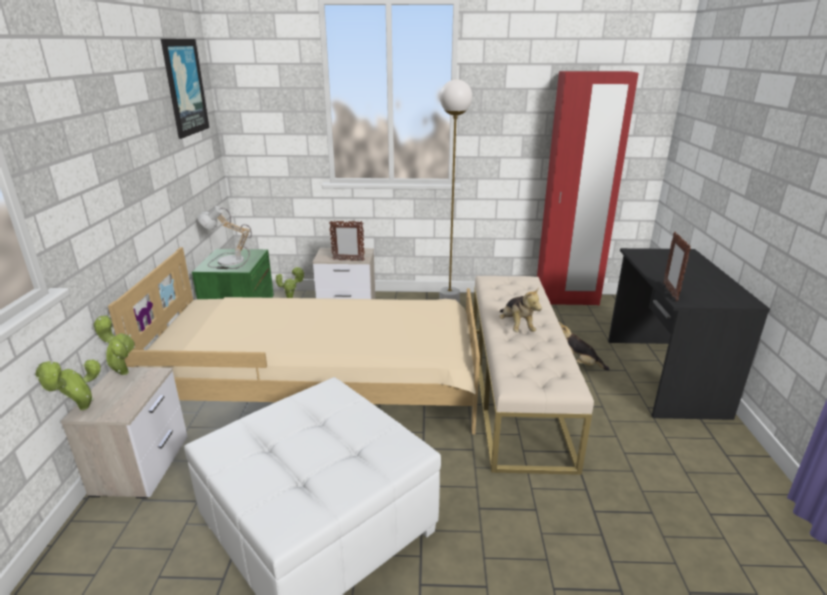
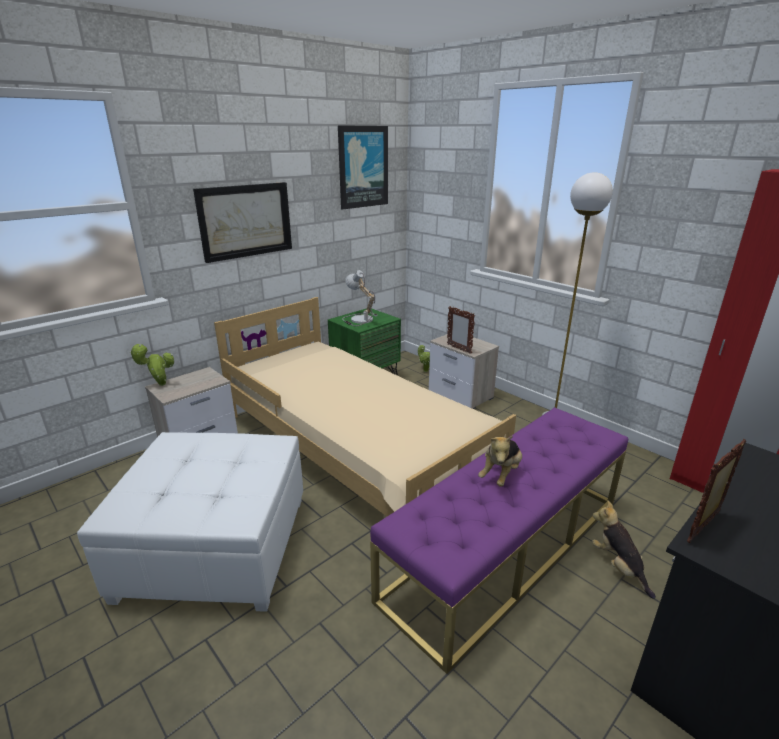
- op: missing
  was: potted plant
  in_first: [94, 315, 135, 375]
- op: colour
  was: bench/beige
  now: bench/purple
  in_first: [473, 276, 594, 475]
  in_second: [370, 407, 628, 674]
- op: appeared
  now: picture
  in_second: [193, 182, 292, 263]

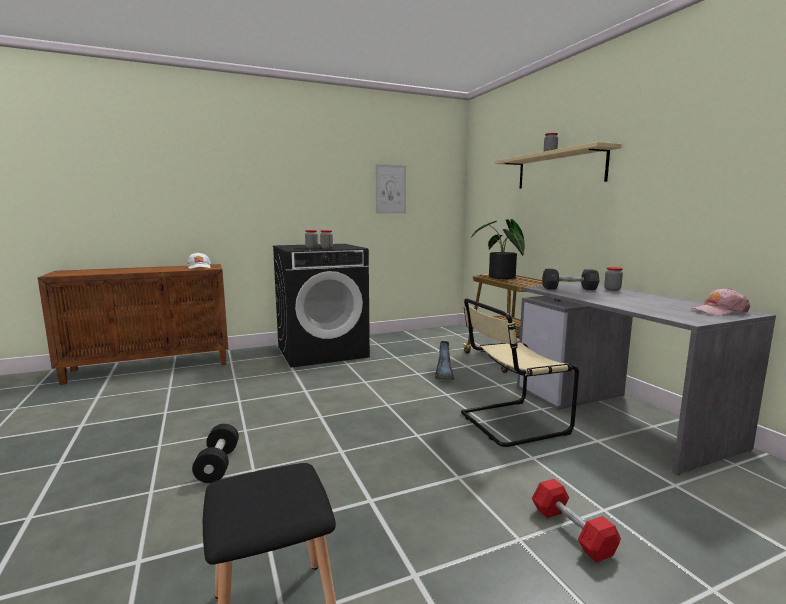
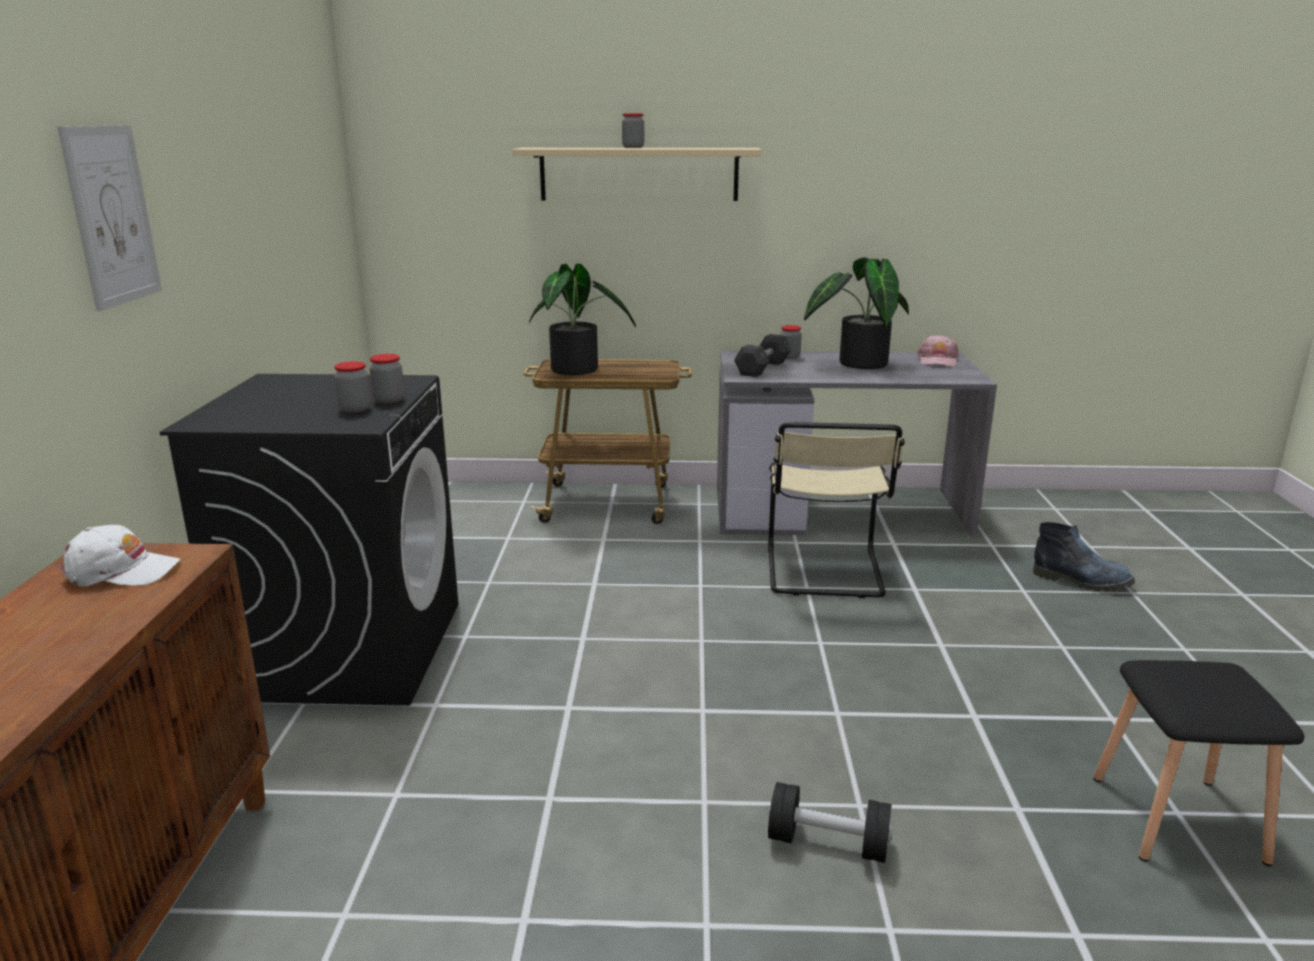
- op: relocated
  was: picture
  in_first: [376, 164, 406, 214]
  in_second: [57, 125, 162, 311]
- op: relocated
  was: boot
  in_first: [435, 341, 454, 380]
  in_second: [1033, 522, 1135, 591]
- op: missing
  was: dumbbell/red
  in_first: [532, 479, 621, 562]
- op: appeared
  now: potted plant
  in_second: [804, 257, 909, 369]

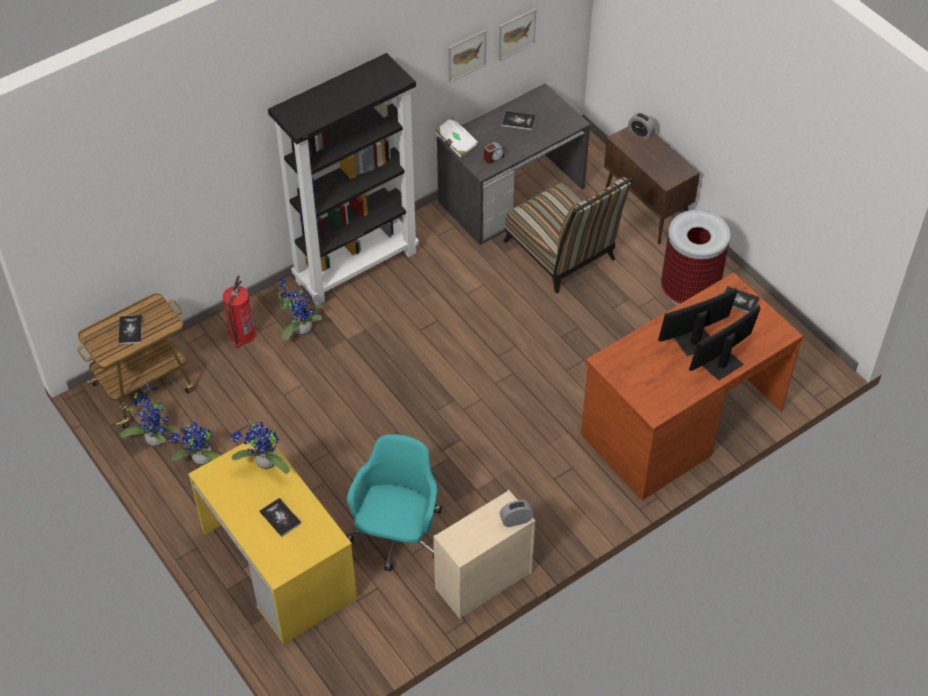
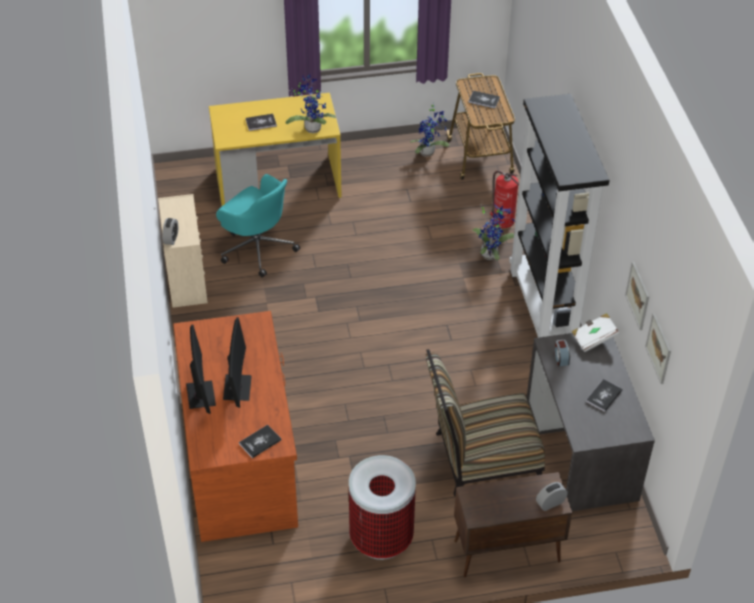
- op: missing
  was: potted plant
  in_first: [168, 422, 220, 465]

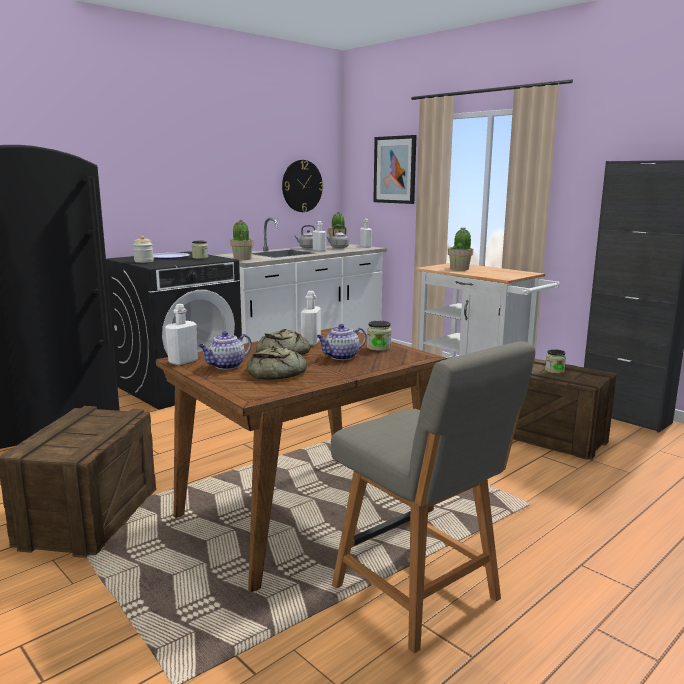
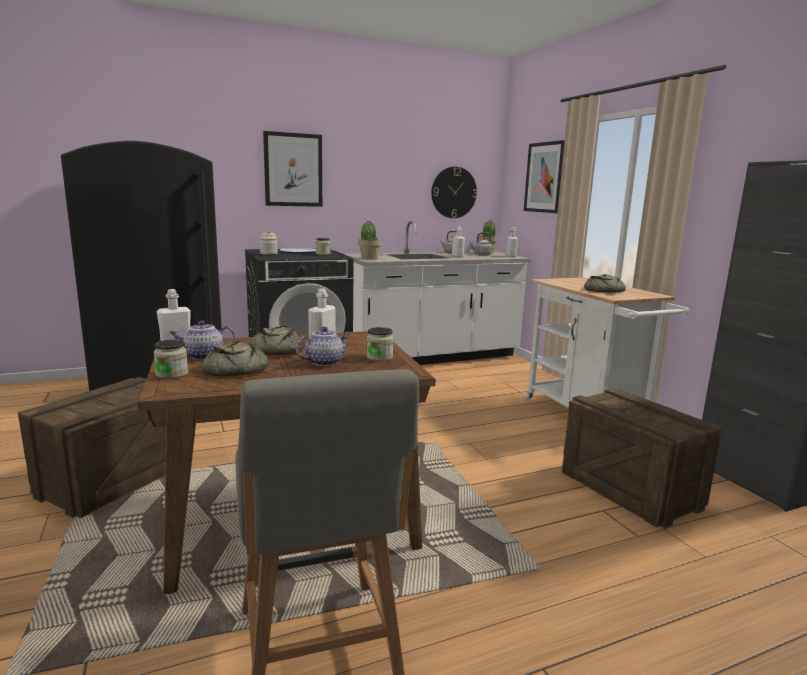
- op: spun
  was: teapot
  in_first: [316, 324, 367, 360]
  in_second: [296, 326, 351, 366]
  clockwise: 150
- op: missing
  was: potted plant
  in_first: [448, 227, 473, 270]
- op: relocated
  was: jar
  in_first: [545, 349, 566, 374]
  in_second: [153, 340, 188, 379]
- op: appeared
  now: picture
  in_second: [263, 131, 322, 207]
- op: appeared
  now: bread
  in_second: [584, 274, 626, 293]

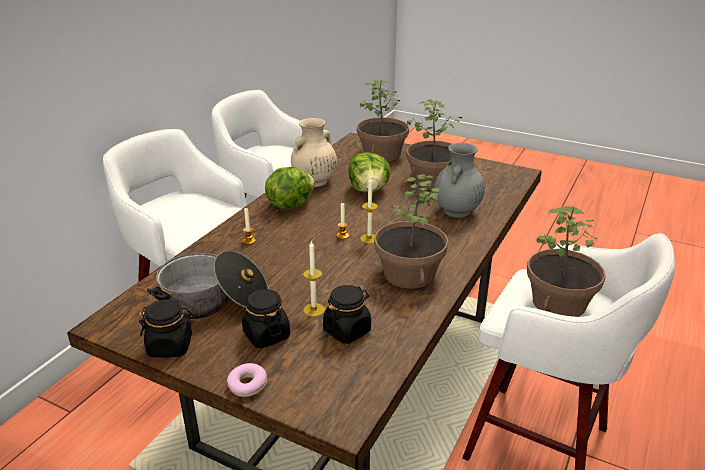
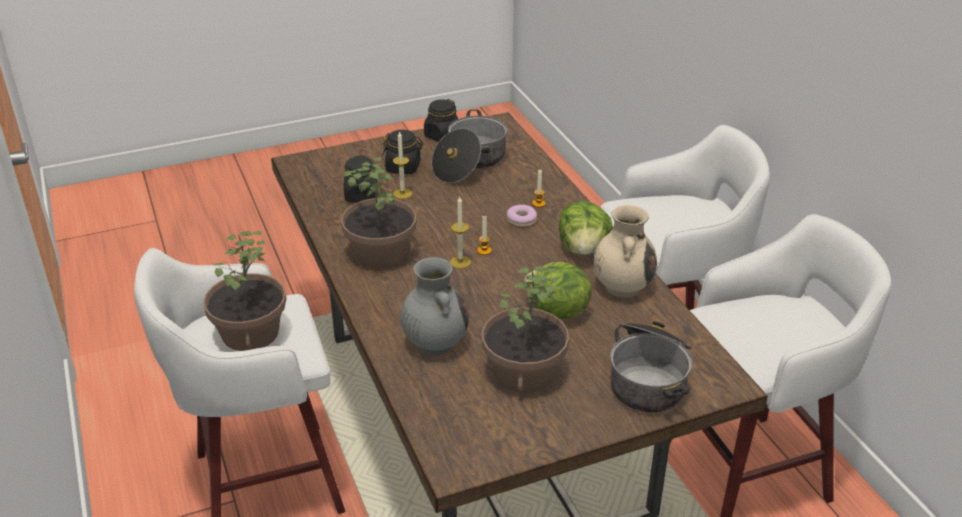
- op: relocated
  was: donut
  in_first: [227, 363, 267, 397]
  in_second: [507, 205, 537, 227]
- op: exchanged
  was: potted plant
  now: cooking pot
  in_first: [357, 79, 409, 162]
  in_second: [610, 321, 692, 412]

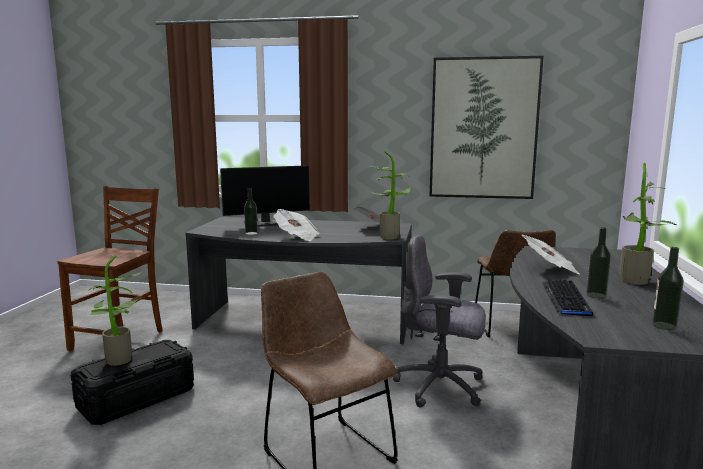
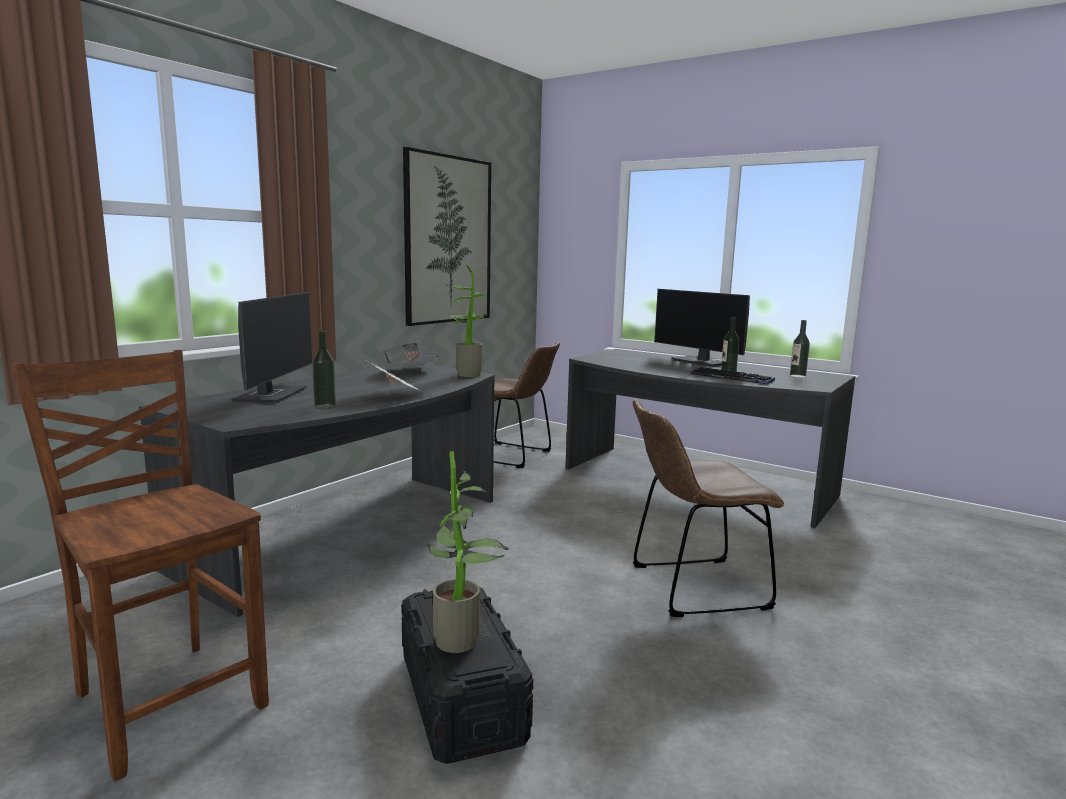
- op: missing
  was: office chair/grey
  in_first: [393, 235, 486, 408]
- op: missing
  was: newspaper
  in_first: [521, 234, 581, 275]
- op: exchanged
  was: potted plant
  now: monitor
  in_first: [619, 163, 677, 285]
  in_second: [654, 289, 750, 367]

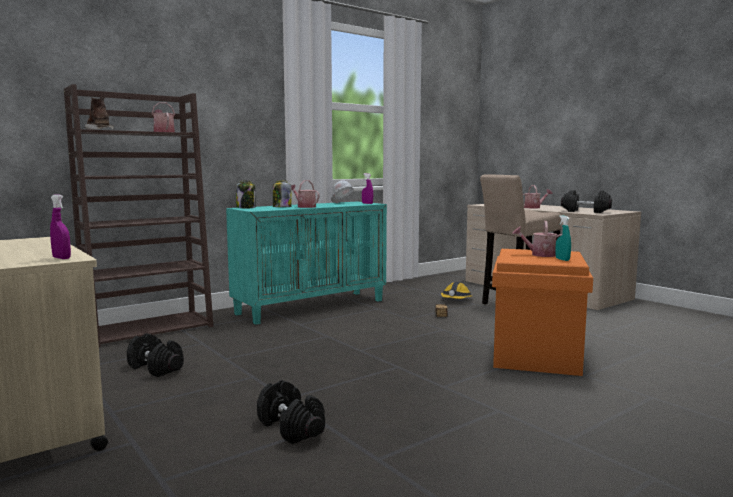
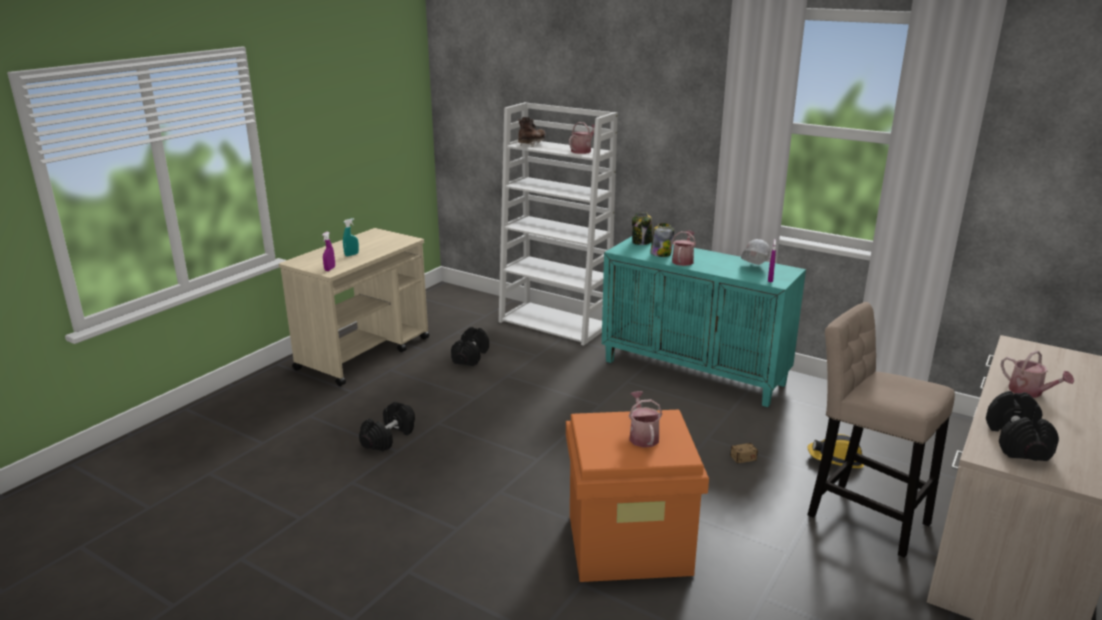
- op: colour
  was: bookcase/brown
  now: bookcase/white
  in_first: [64, 84, 214, 347]
  in_second: [498, 102, 618, 346]
- op: relocated
  was: spray bottle/turquoise
  in_first: [555, 215, 571, 261]
  in_second: [343, 218, 359, 257]

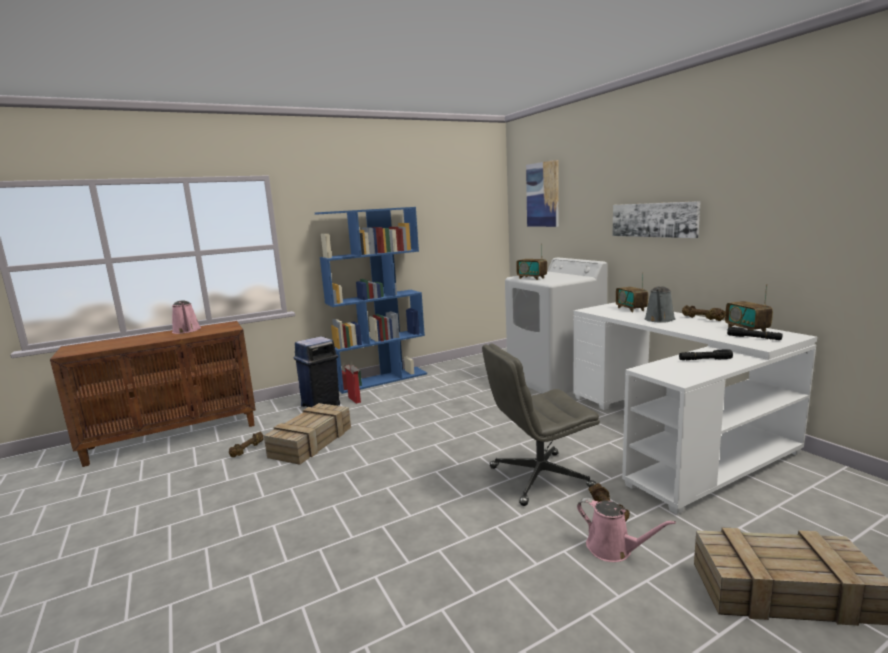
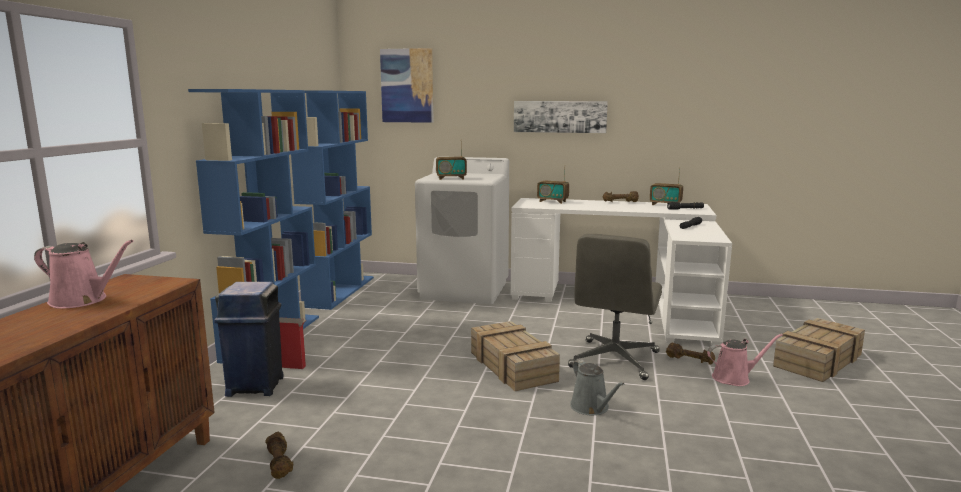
- op: relocated
  was: crate
  in_first: [264, 403, 351, 465]
  in_second: [471, 321, 560, 391]
- op: relocated
  was: watering can/grey
  in_first: [644, 286, 676, 323]
  in_second: [570, 360, 624, 415]
- op: appeared
  now: bookcase/blue
  in_second: [291, 90, 374, 310]

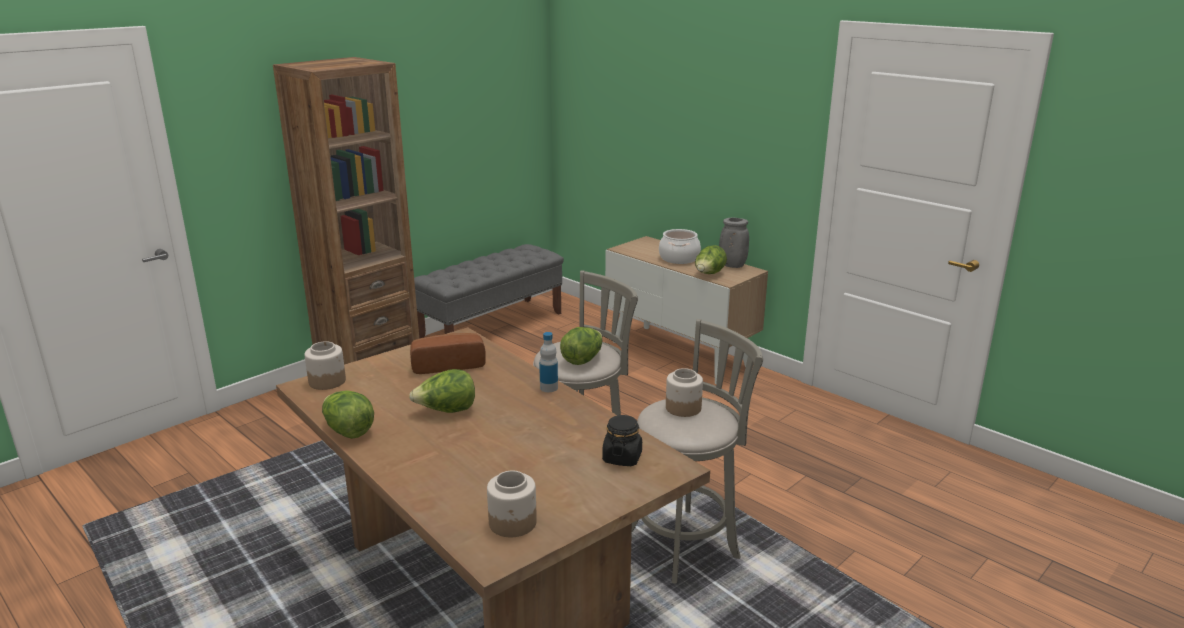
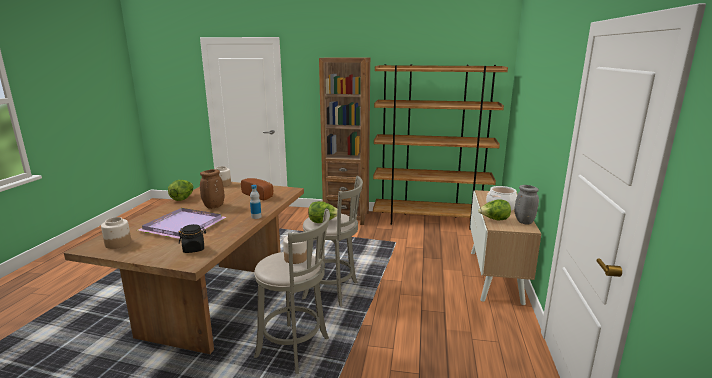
- op: exchanged
  was: lettuce
  now: vase/brown
  in_first: [409, 369, 475, 413]
  in_second: [200, 169, 224, 209]
- op: exchanged
  was: bench/grey
  now: bookcase/brown
  in_first: [414, 244, 564, 339]
  in_second: [373, 64, 508, 230]
- op: appeared
  now: tray/purple
  in_second: [137, 208, 227, 239]

